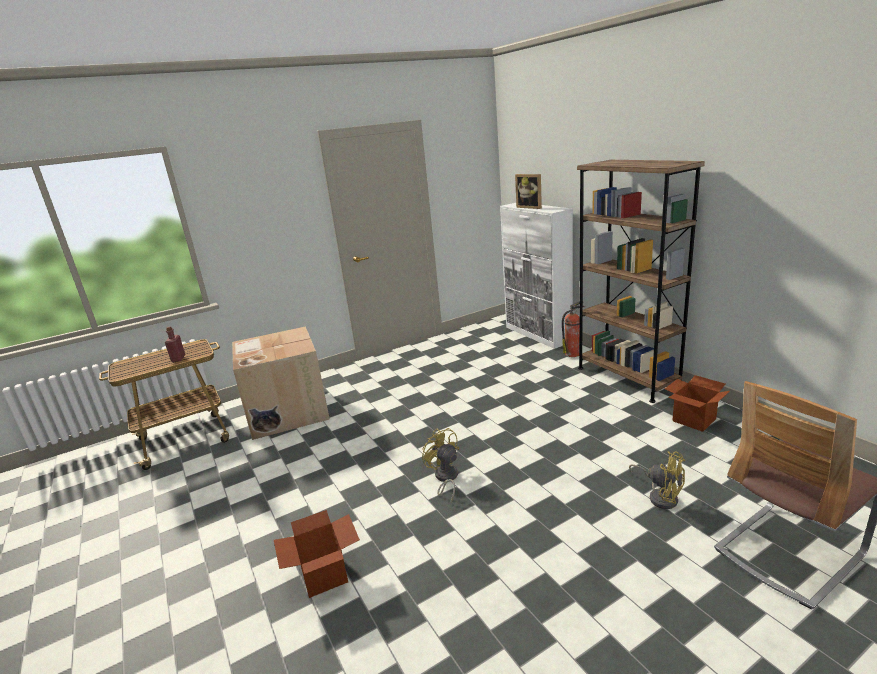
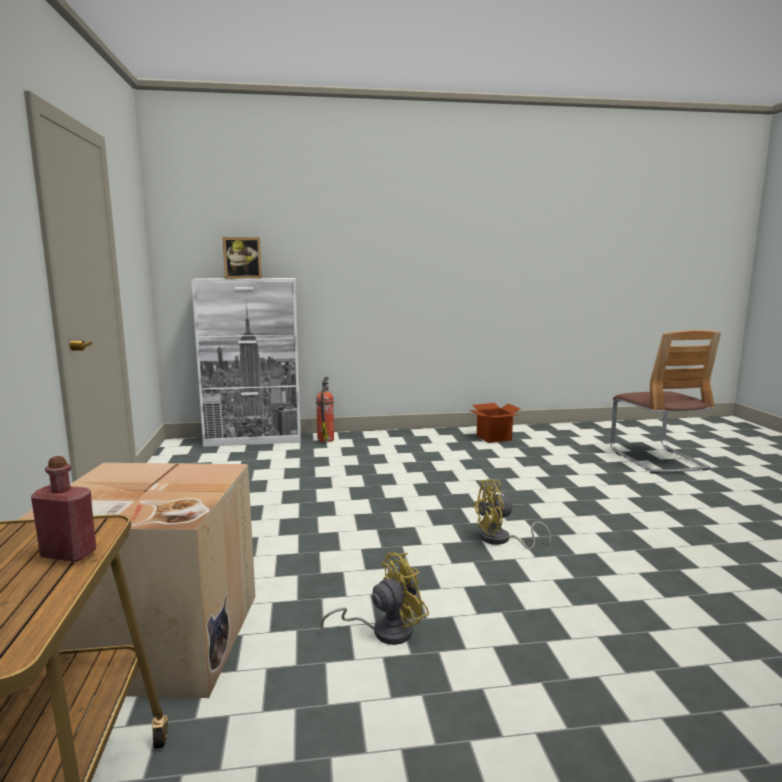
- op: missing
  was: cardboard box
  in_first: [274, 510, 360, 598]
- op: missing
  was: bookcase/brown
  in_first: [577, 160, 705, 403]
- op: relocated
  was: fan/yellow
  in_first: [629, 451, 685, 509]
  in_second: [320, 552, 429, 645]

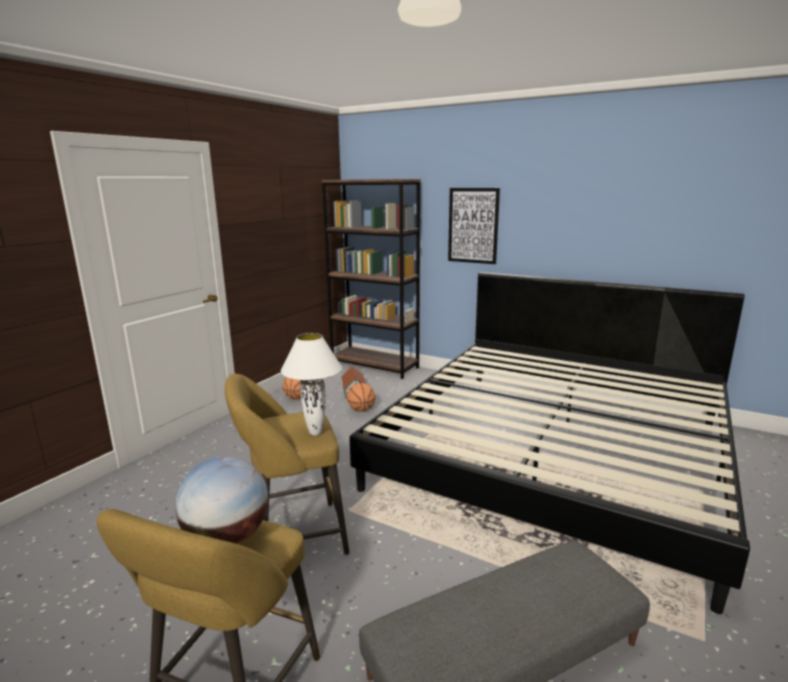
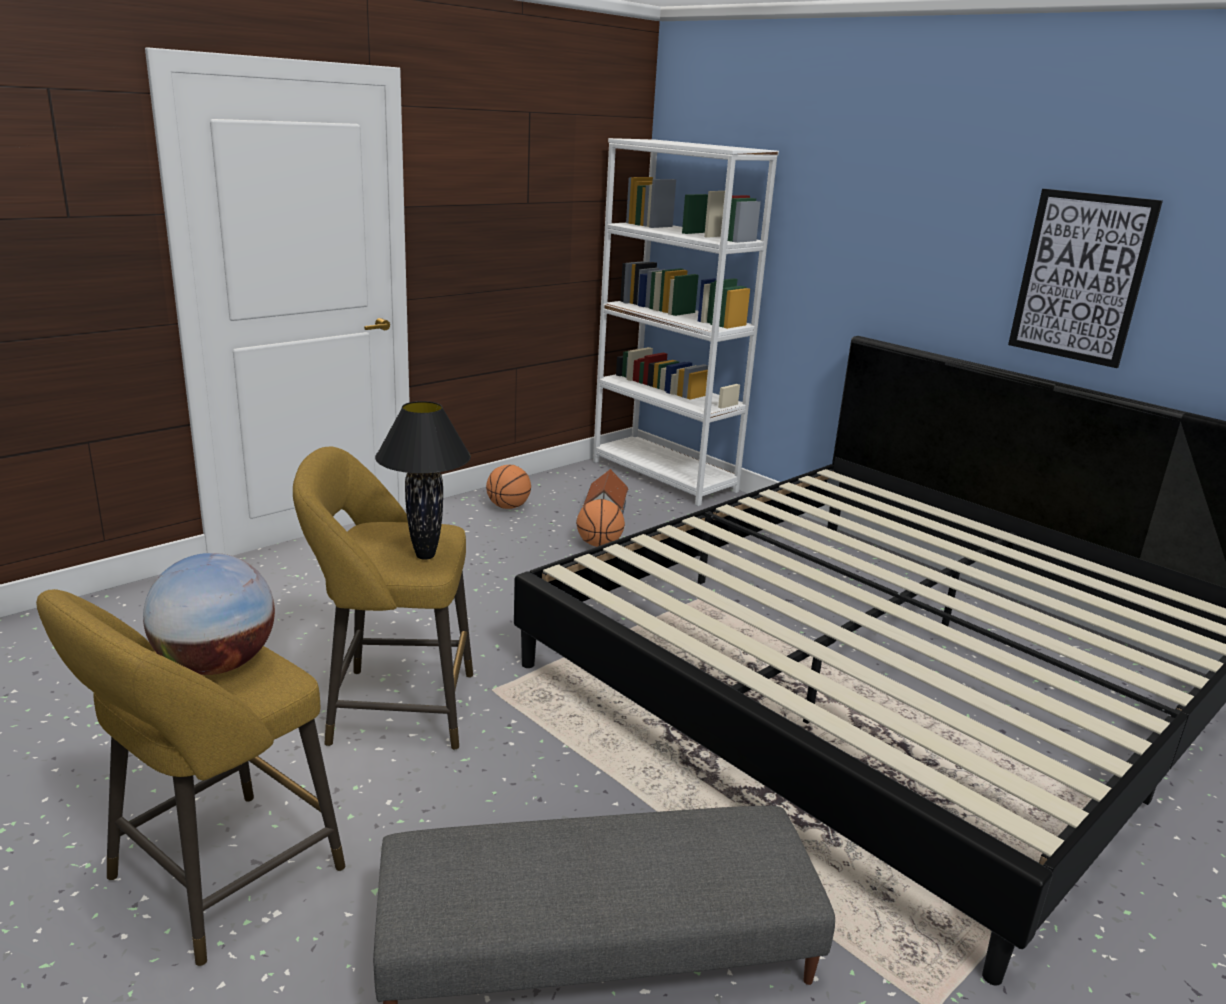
- op: colour
  was: table lamp/white
  now: table lamp/black
  in_first: [281, 333, 342, 435]
  in_second: [375, 401, 471, 560]
- op: colour
  was: bookcase/brown
  now: bookcase/white
  in_first: [321, 179, 421, 379]
  in_second: [593, 138, 779, 506]
- op: relocated
  was: picture
  in_first: [448, 188, 500, 264]
  in_second: [1008, 189, 1163, 368]

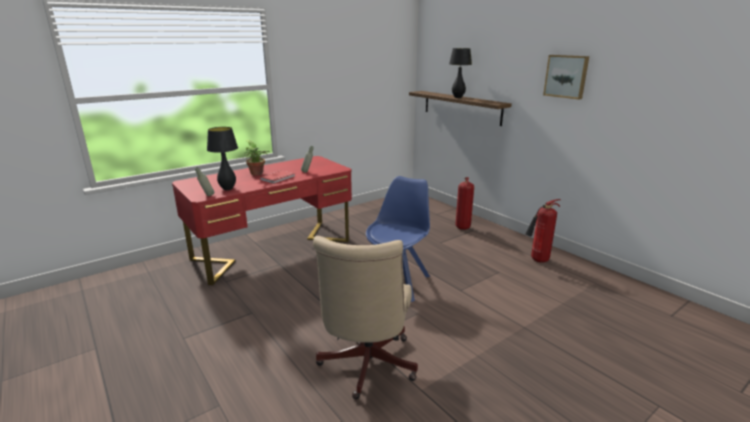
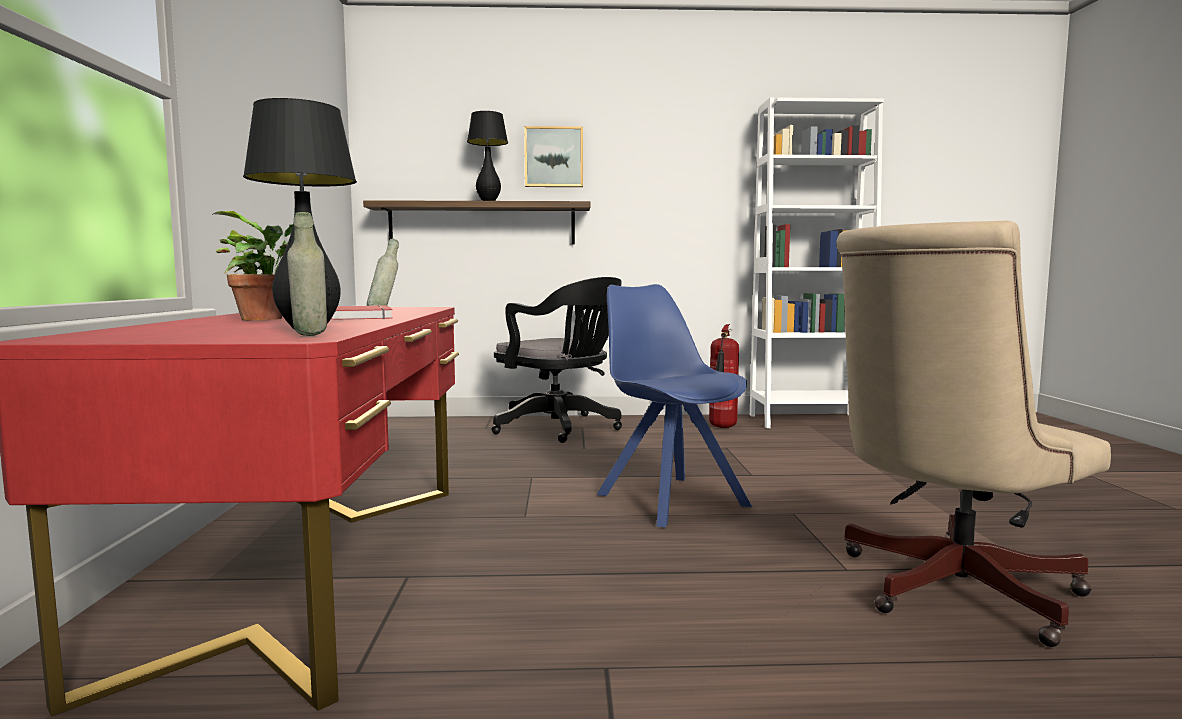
- op: spun
  was: office chair/beige
  in_first: [313, 236, 418, 399]
  in_second: [836, 221, 1111, 647]
  clockwise: 105
- op: exchanged
  was: fire extinguisher
  now: office chair/black
  in_first: [456, 177, 474, 230]
  in_second: [491, 277, 622, 443]
- op: relocated
  was: picture
  in_first: [543, 55, 589, 100]
  in_second: [524, 126, 583, 187]
- op: appeared
  now: bookcase/white
  in_second: [750, 97, 884, 428]

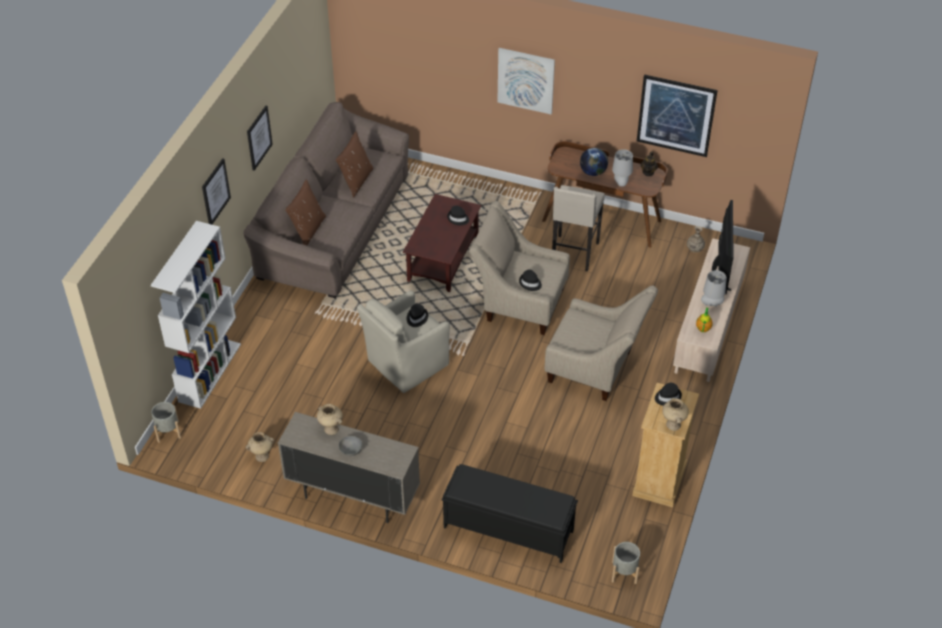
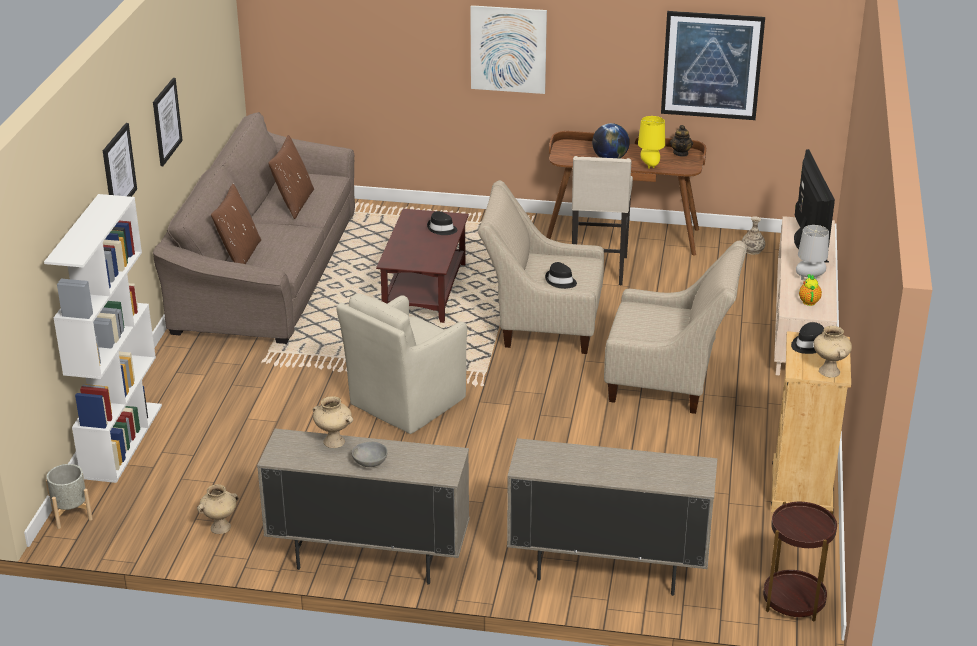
- op: missing
  was: hat/black
  in_first: [407, 304, 428, 327]
- op: exchanged
  was: bench/black
  now: cabinet/beige
  in_first: [442, 464, 578, 563]
  in_second: [507, 438, 717, 596]
- op: colour
  was: table lamp/grey
  now: table lamp/yellow
  in_first: [612, 149, 633, 187]
  in_second: [638, 116, 665, 169]
- op: exchanged
  was: planter/grey
  now: side table/brown
  in_first: [612, 542, 640, 584]
  in_second: [763, 502, 837, 622]

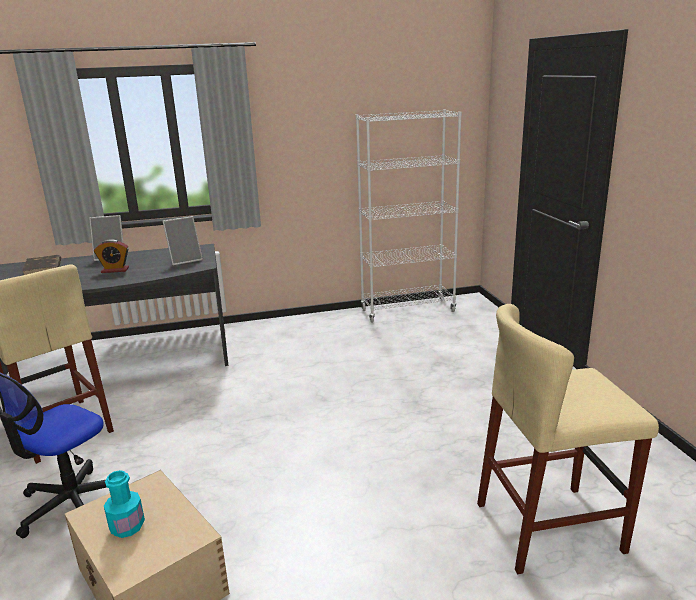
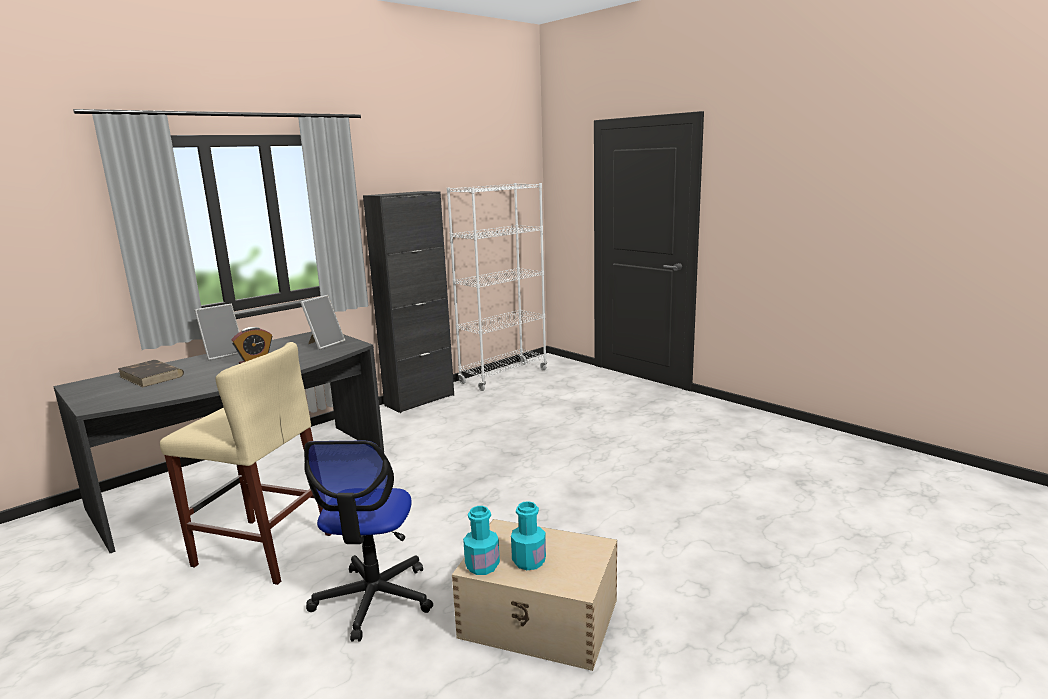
- op: missing
  was: stool/beige
  in_first: [477, 304, 659, 574]
- op: appeared
  now: cabinet/black
  in_second: [363, 191, 454, 413]
- op: appeared
  now: bottle/turquoise
  in_second: [463, 506, 500, 575]

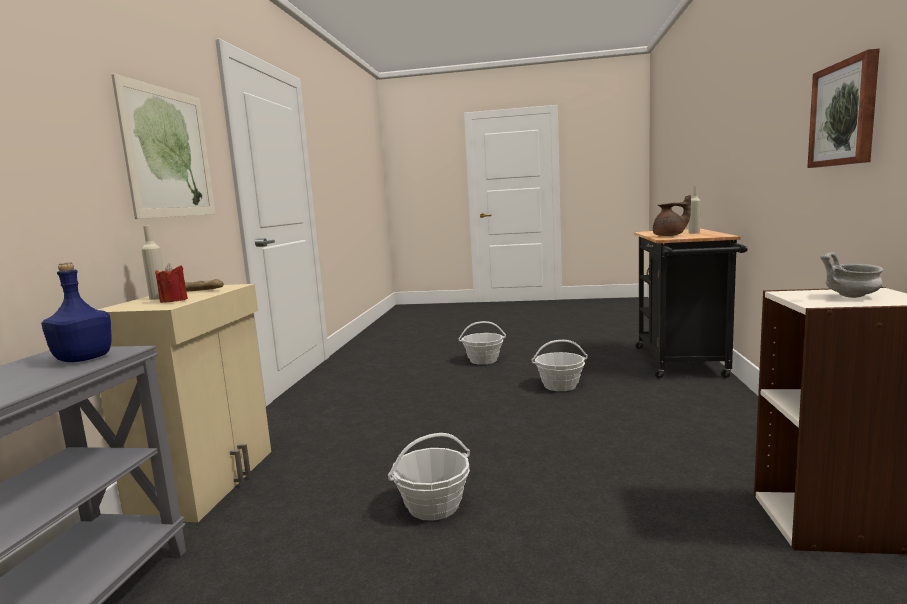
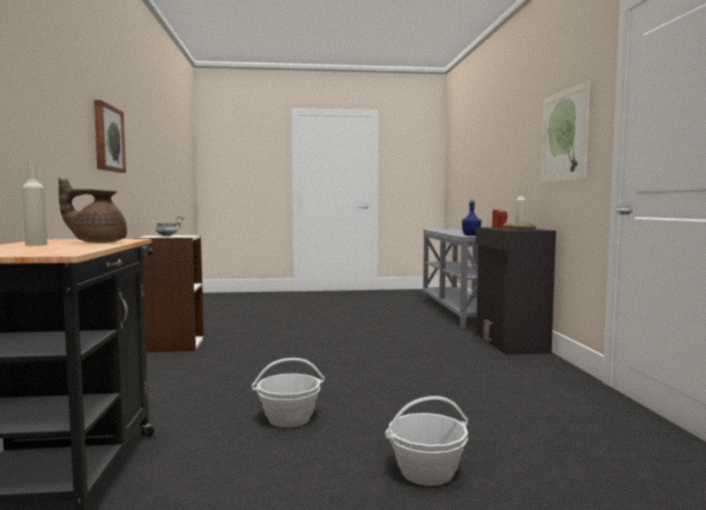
- op: colour
  was: cabinet/beige
  now: cabinet/black
  in_first: [98, 284, 271, 522]
  in_second: [475, 227, 556, 355]
- op: missing
  was: basket
  in_first: [388, 433, 470, 521]

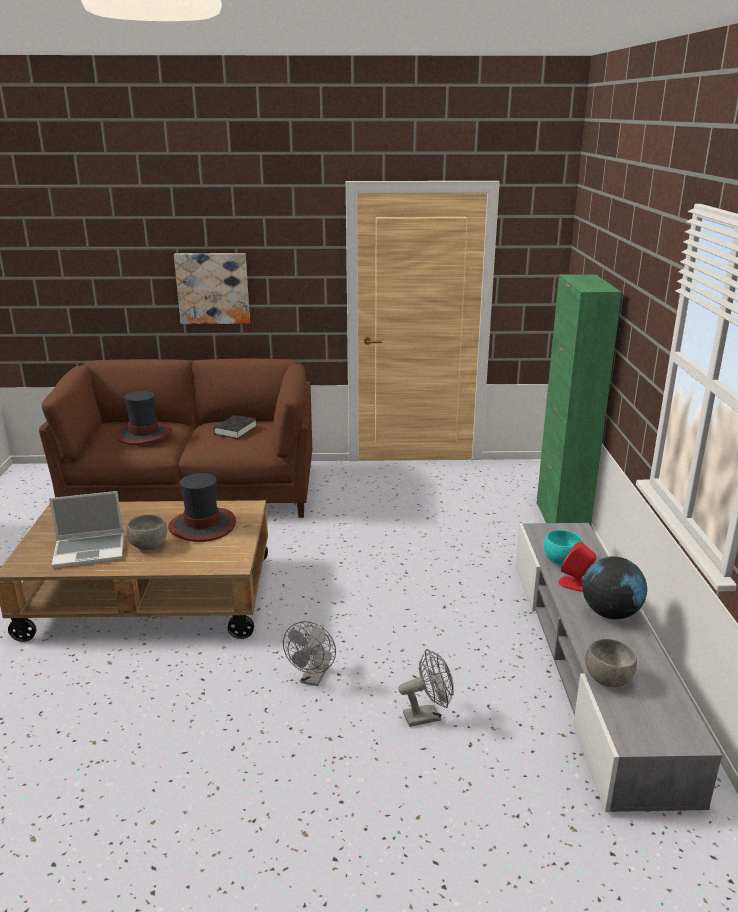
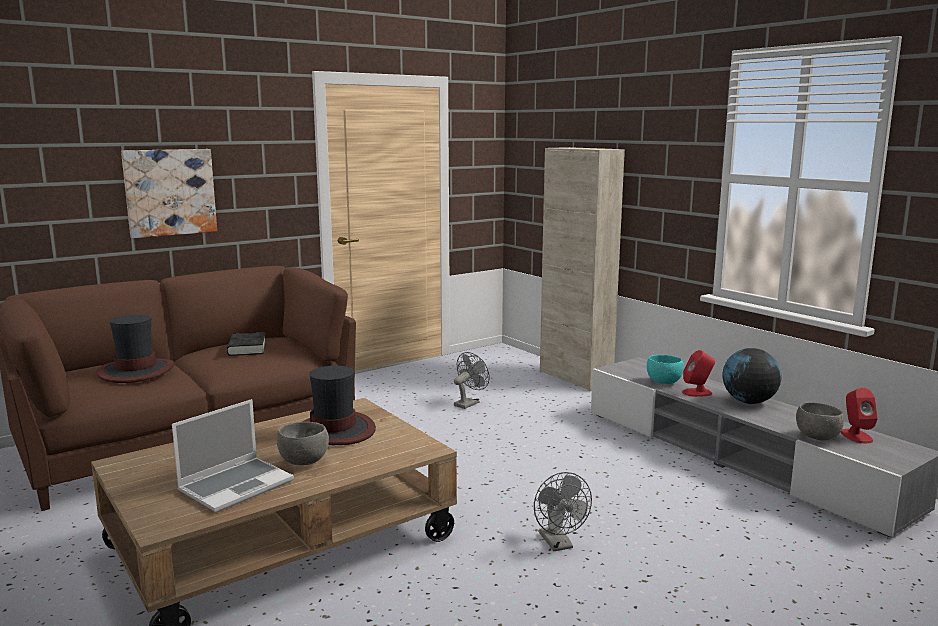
- op: relocated
  was: fan/grey
  in_first: [399, 649, 454, 727]
  in_second: [454, 352, 490, 409]
- op: colour
  was: cabinet/green
  now: cabinet/beige
  in_first: [537, 274, 622, 526]
  in_second: [540, 147, 625, 391]
- op: appeared
  now: speaker/red
  in_second: [841, 387, 878, 443]

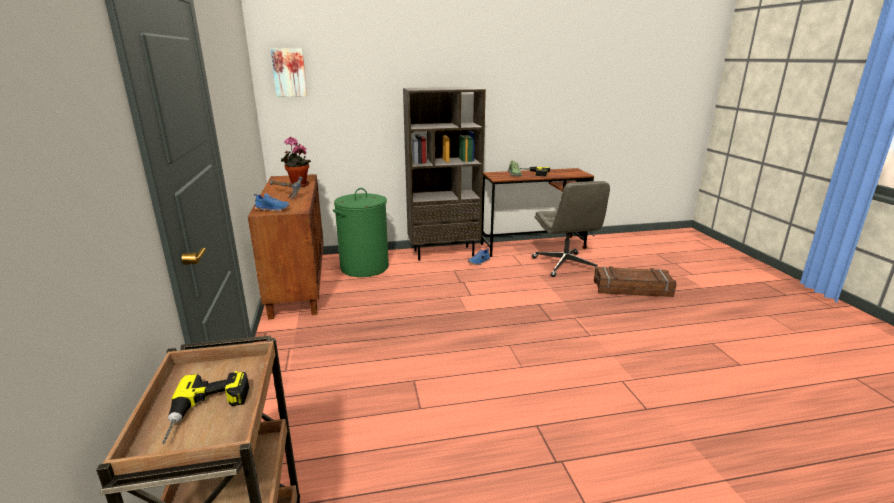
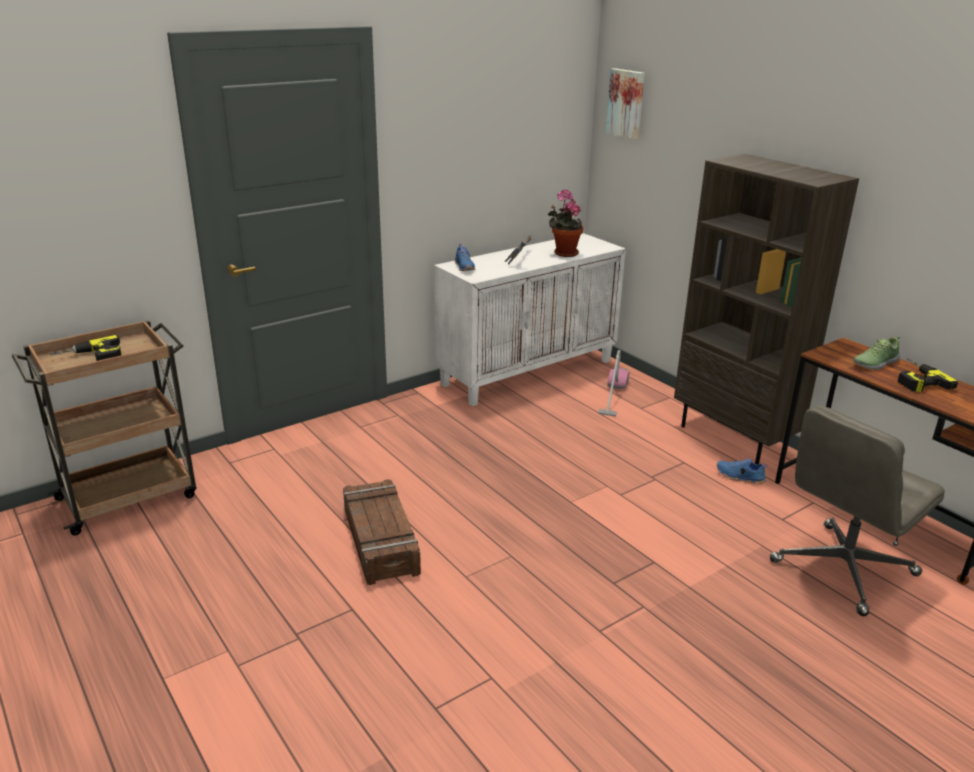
- op: colour
  was: cabinet/brown
  now: cabinet/white
  in_first: [248, 174, 324, 319]
  in_second: [434, 233, 626, 406]
- op: exchanged
  was: laundry basket/green
  now: vacuum cleaner
  in_first: [333, 188, 389, 277]
  in_second: [598, 350, 629, 416]
- op: relocated
  was: crate
  in_first: [594, 266, 677, 297]
  in_second: [343, 479, 421, 585]

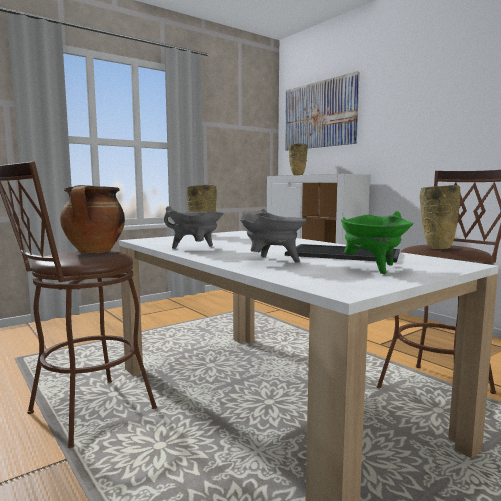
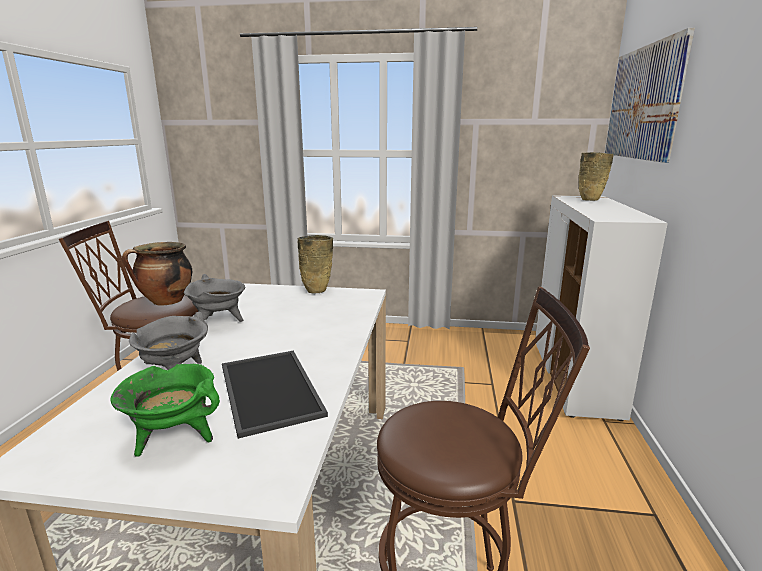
- op: missing
  was: vase/beige
  in_first: [420, 185, 461, 249]

